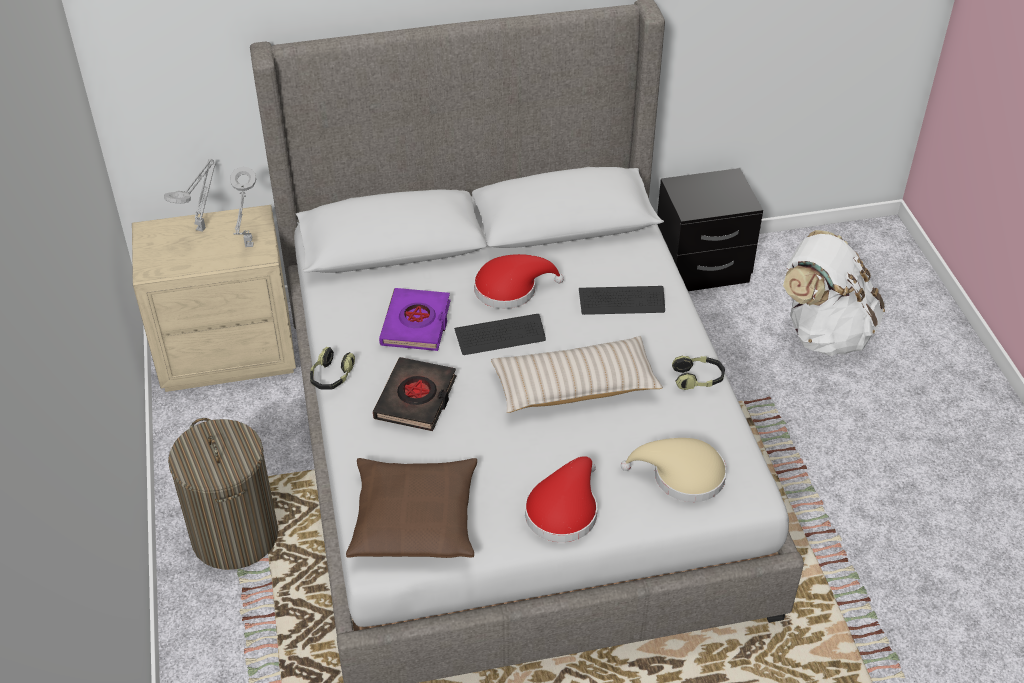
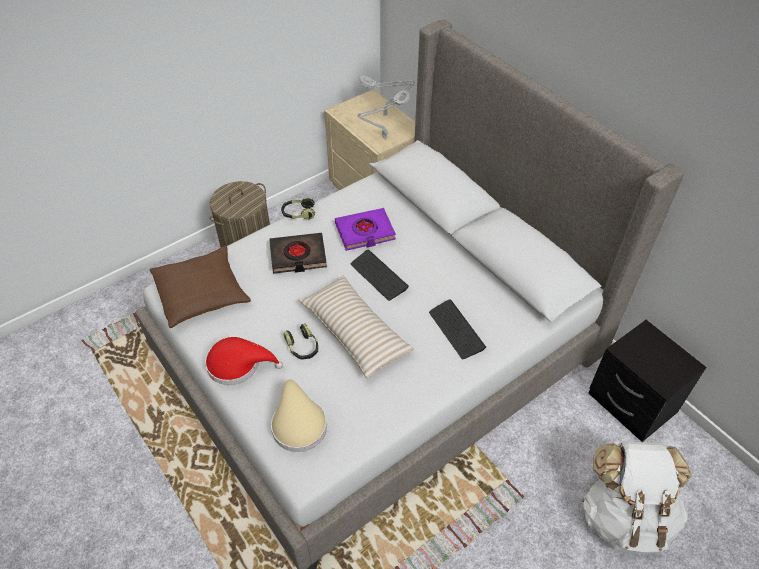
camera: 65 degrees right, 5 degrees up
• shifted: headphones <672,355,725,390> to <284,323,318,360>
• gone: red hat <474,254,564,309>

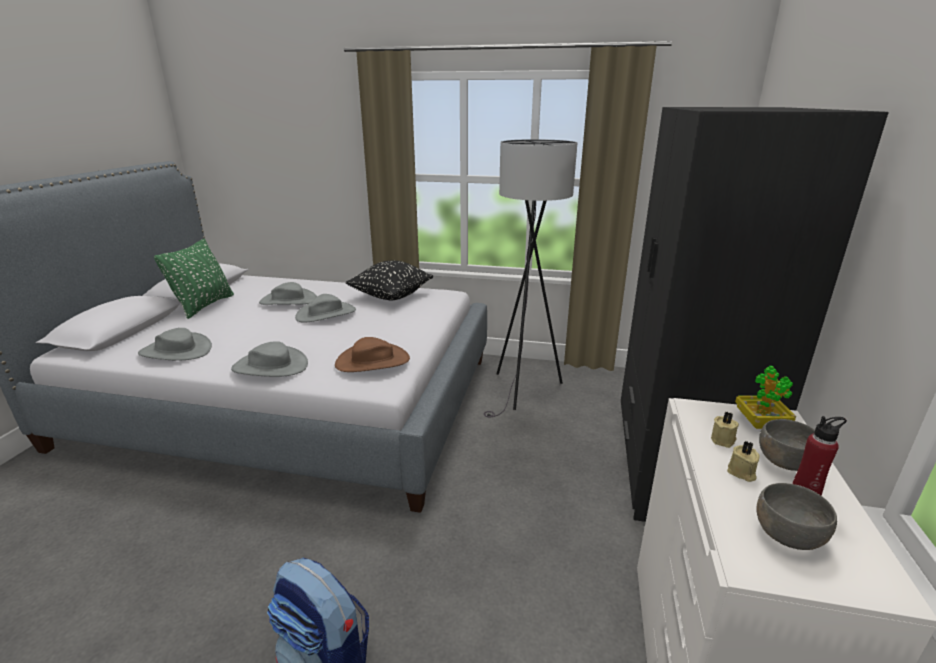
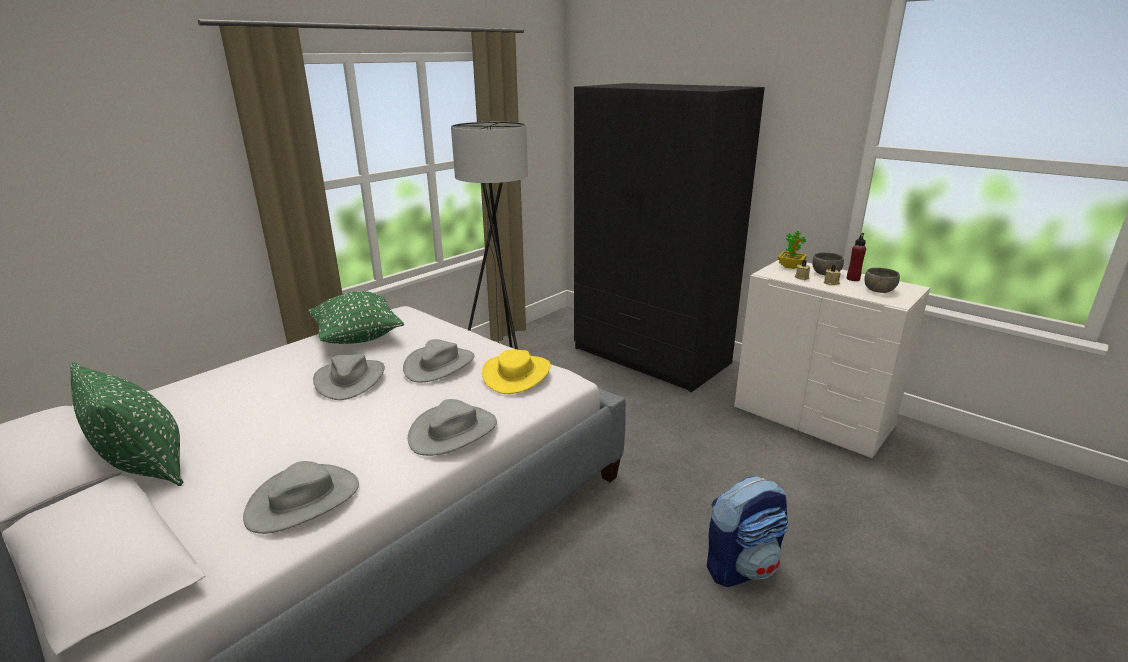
camera: 60 degrees left, 0 degrees up
• repainted: black pillow <346,261,433,300> to green pillow <308,291,404,344>
• shifted: grey hat <259,282,317,305> to <403,339,475,383>
• repainted: brown hat <335,337,410,372> to yellow hat <482,349,551,394>

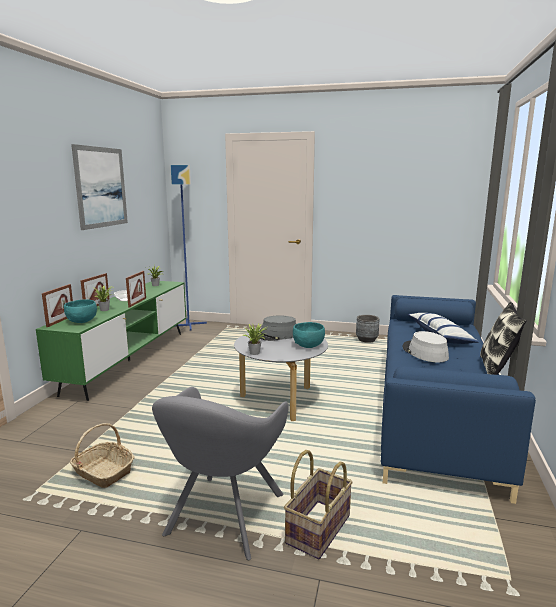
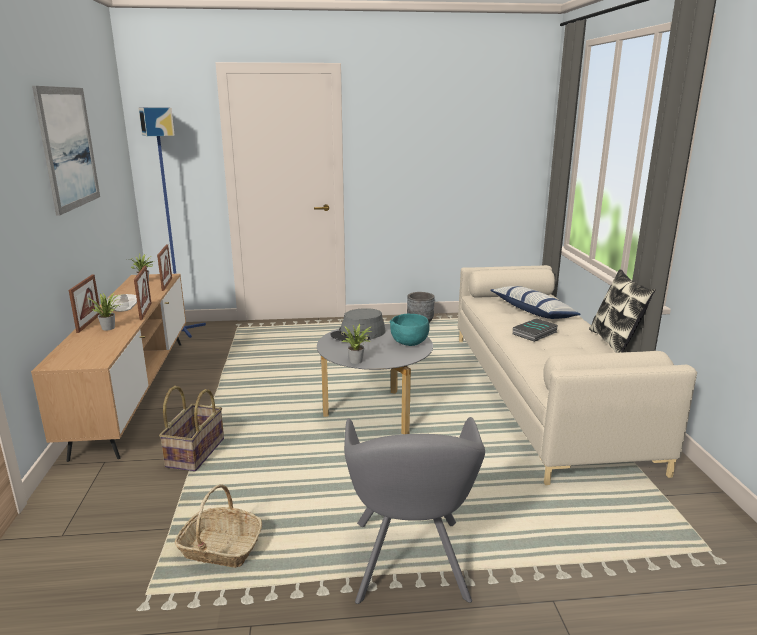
camera: 20 degrees left, 5 degrees up
• repainted: green tv stand <36,281,186,401> to brown tv stand <31,273,186,462>
• shifted: picture frame <42,284,73,327> to <157,245,172,291>
• shifted: basket <284,450,353,559> to <159,386,224,471>
• repainted: blue sofa <381,295,536,504> to beige sofa <458,265,697,485>
• swapped: grey hat <403,331,449,362> to book <513,318,558,342>
• gone: turquoise bowl <64,299,97,323>

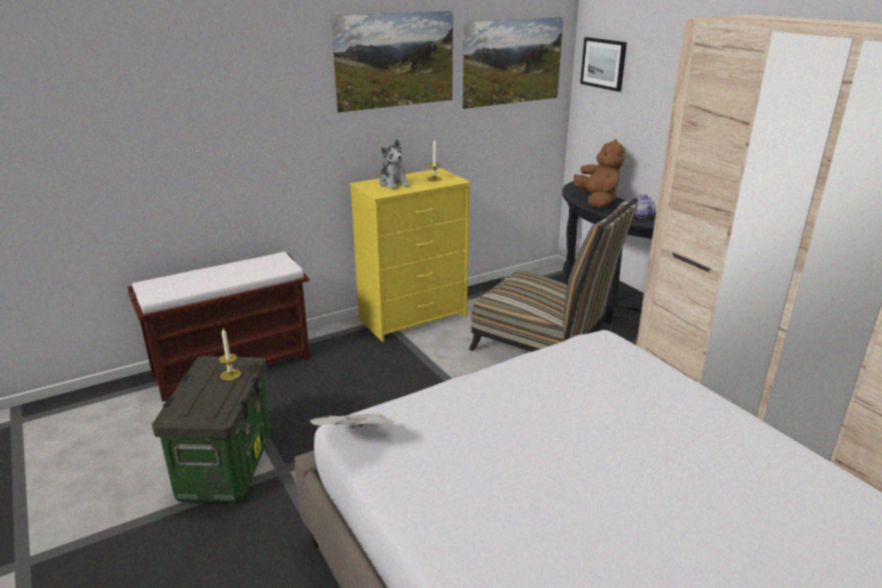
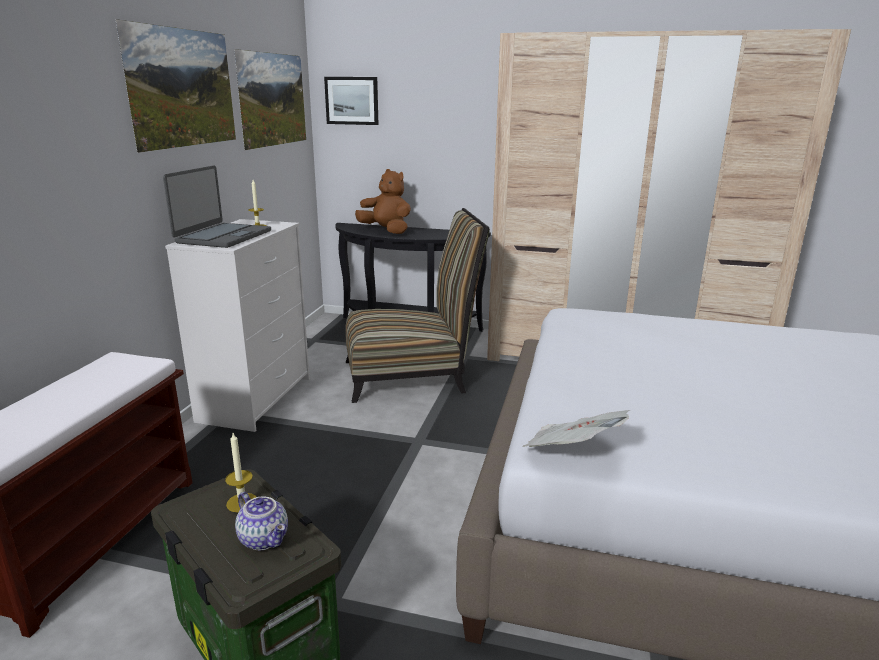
camera: 45 degrees left, 5 degrees down
• swapped: plush toy <379,139,410,189> to laptop <163,165,271,248>
• repainted: yellow dresser <349,168,471,342> to white dresser <165,219,310,432>
• shifted: teapot <635,194,656,218> to <235,492,288,550>

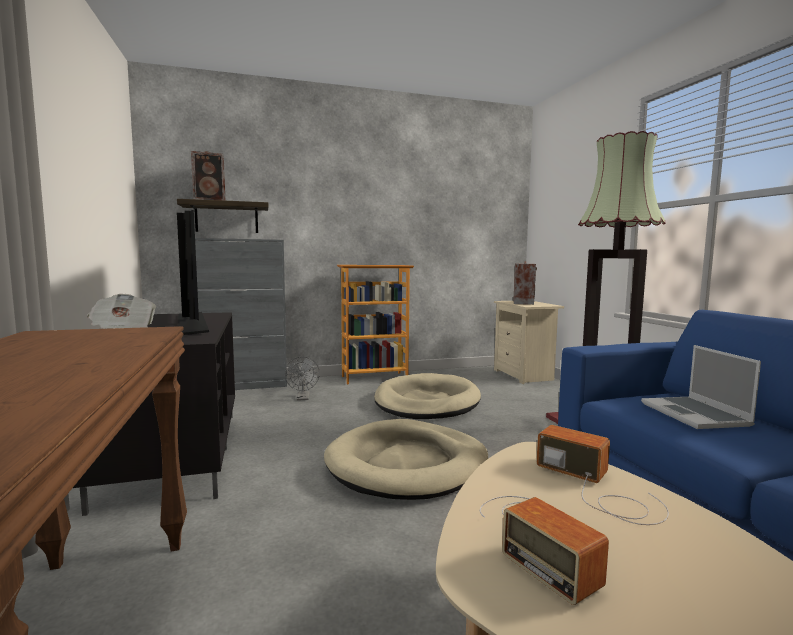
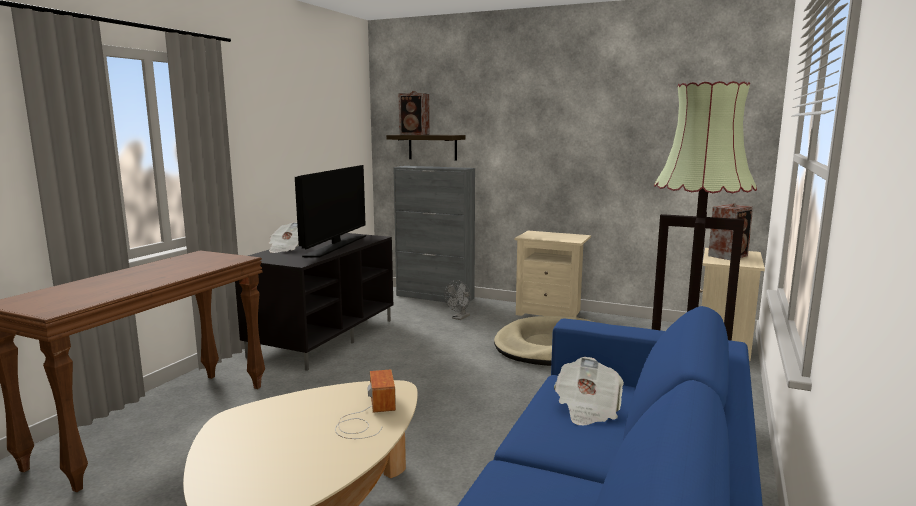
camera: 40 degrees right, 5 degrees up
• swapped: bookcase <337,265,414,384> to beige nightstand <514,231,591,317>
• swapped: laptop <641,345,761,429> to newspaper <554,357,624,425>
• gone: beige dog bed <324,419,488,500>
• gone: radio <480,496,609,605>

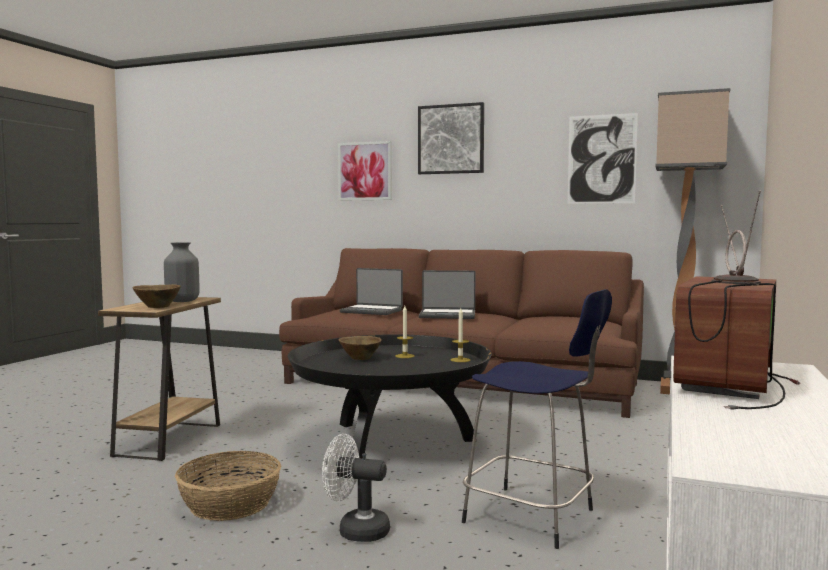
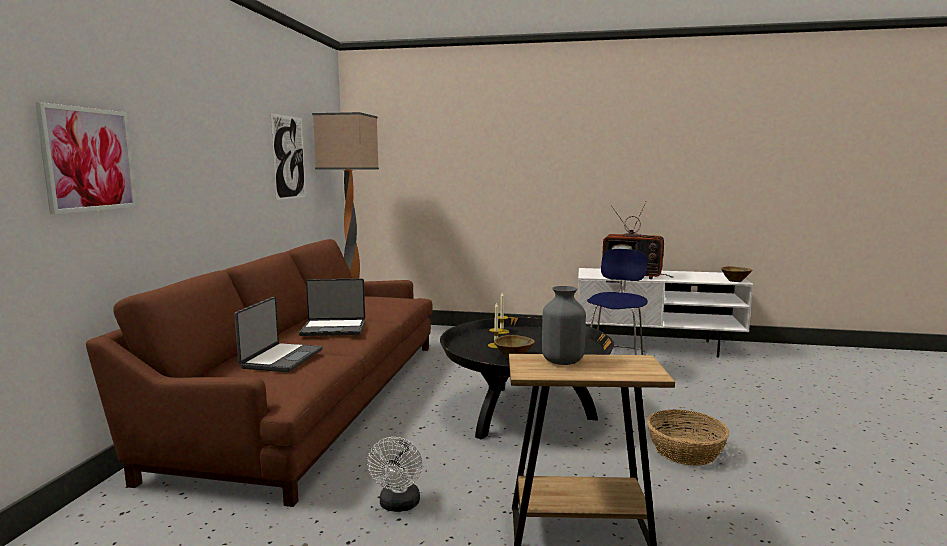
camera: 100 degrees left, 5 degrees up
• rotated: laptop <419,270,476,319> = <299,279,365,336> 90 degrees clockwise
• shifted: white fan <322,434,390,542> to <367,437,422,512>
• shifted: brown bowl <132,284,181,308> to <721,266,752,282>
• gone: picture <418,102,484,174>

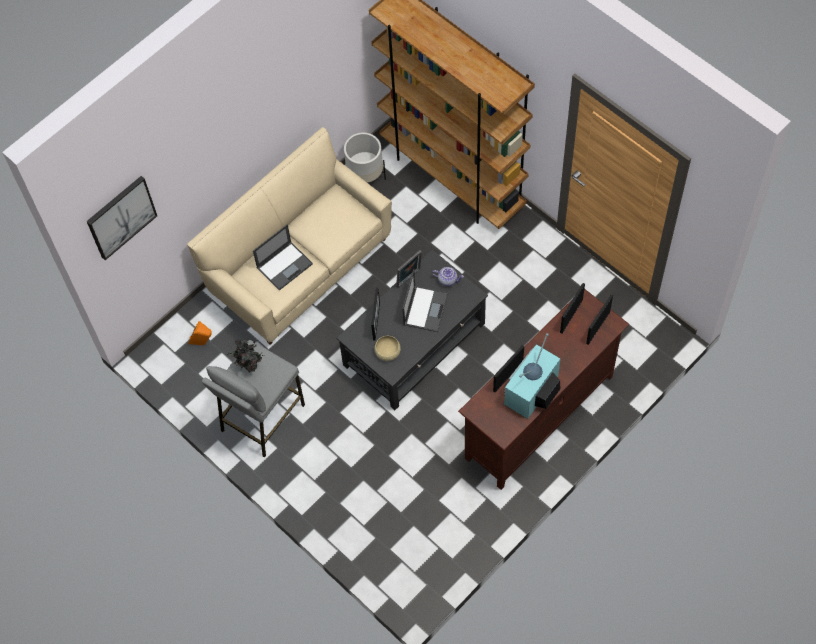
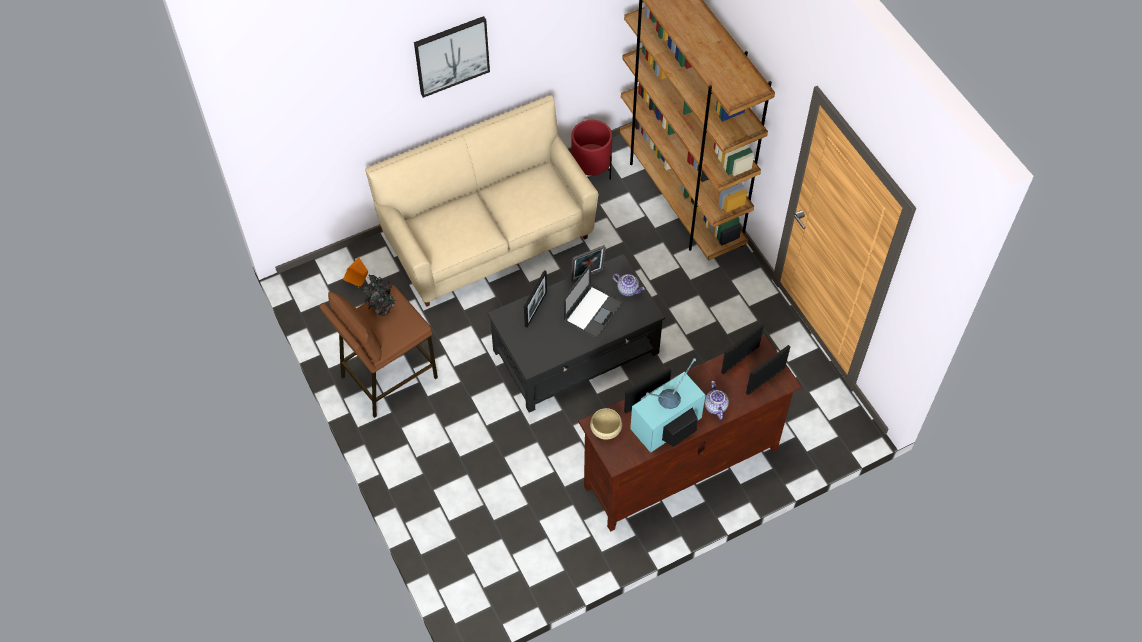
camera: 15 degrees right, 5 degrees down
• repainted: grey stool <202,340,305,458> to brown stool <319,285,438,418>
• shifted: picture <87,176,157,260> to <414,16,490,98>
• repainted: white planter <344,133,386,183> to red planter <571,120,612,180>
• shifted: beige bowl <374,336,401,361> to <590,408,622,440>
• new: teapot <704,381,729,419>
• gone: laptop <253,224,313,291>

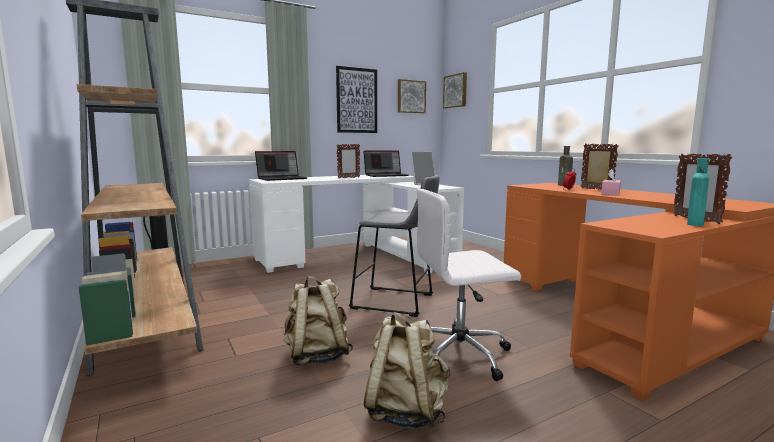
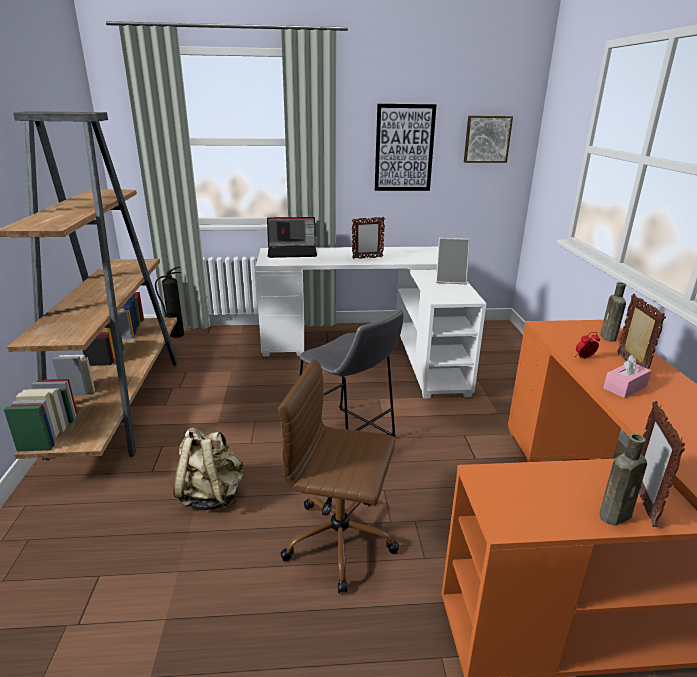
camera: 25 degrees right, 15 degrees up
• repainted: white office chair <416,189,521,381> to brown office chair <278,359,399,594>
• repainted: turquoise bottle <687,158,710,226> to brown bottle <600,434,647,526>
• gone: laptop <363,150,409,177>
• gone: beige backpack <363,312,450,429>
• gone: picture <443,72,467,109>

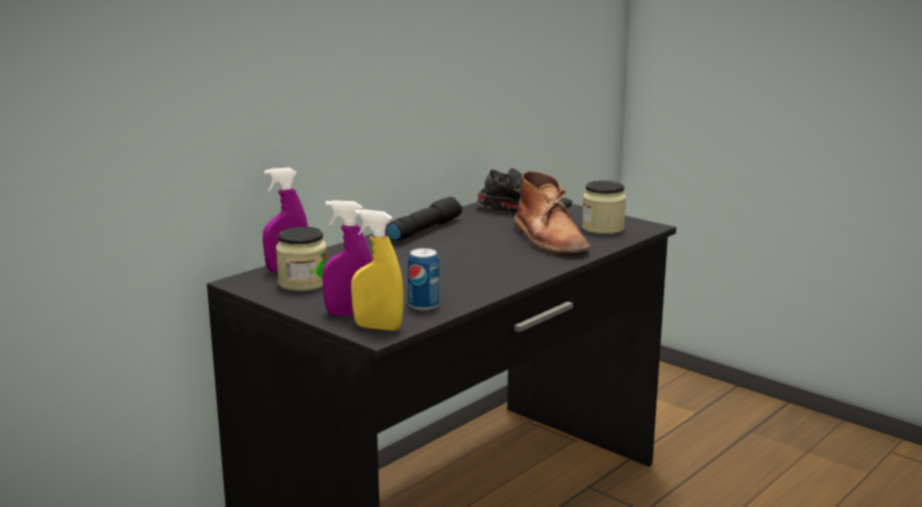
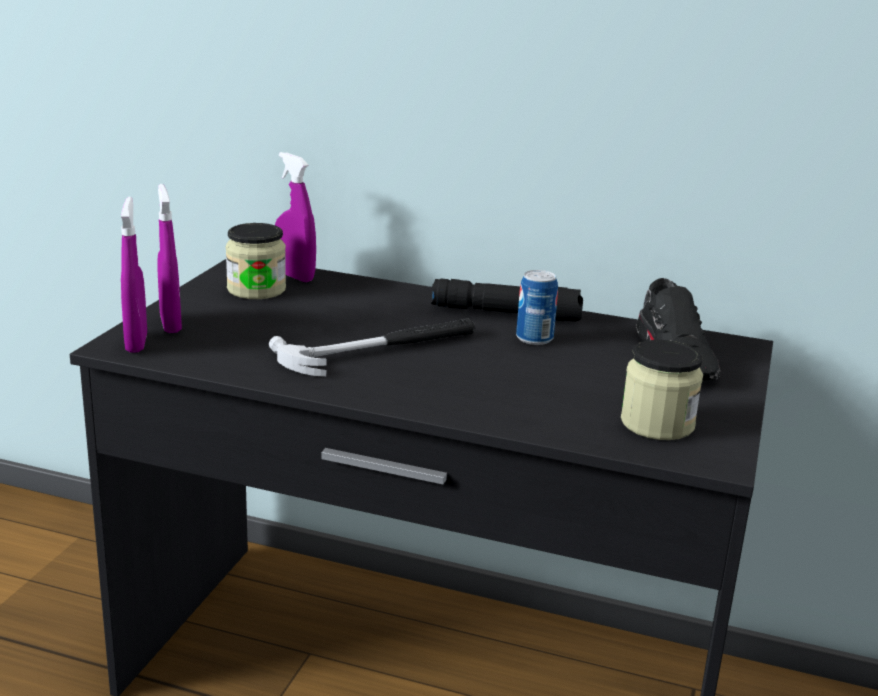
camera: 65 degrees right, 5 degrees up
• repainted: yellow spray bottle <351,209,404,331> to purple spray bottle <121,197,147,353>
• new: hammer <269,318,475,377>
• shifted: can <408,248,440,310> to <516,270,558,345>
• gone: brown boot <514,171,590,256>

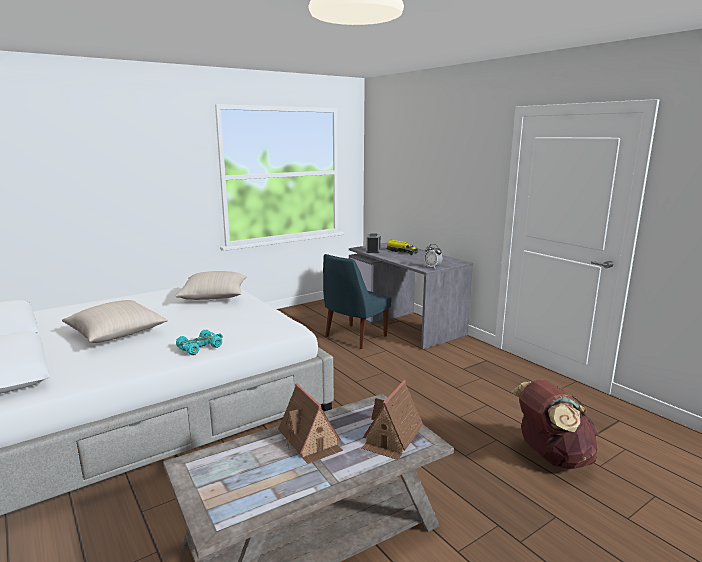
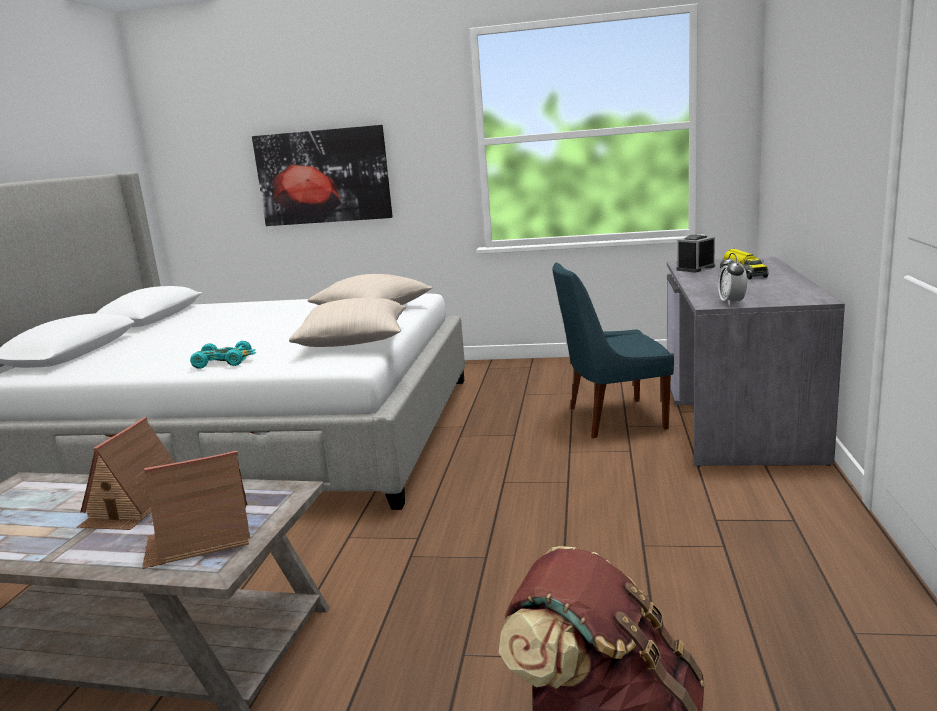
camera: 45 degrees right, 0 degrees up
• new: picture <252,125,393,226>
• shifted: beige pillow <62,300,168,343> to <289,298,406,347>

